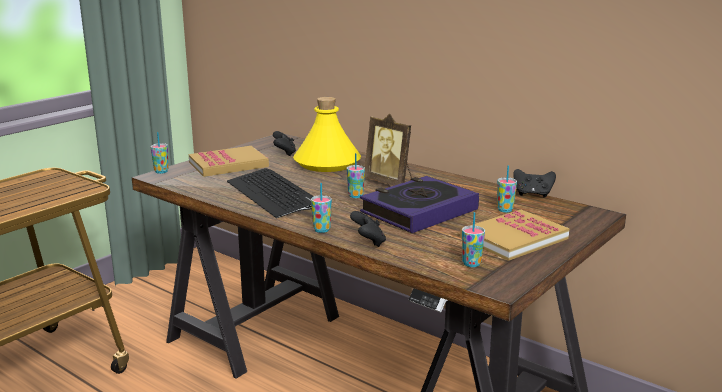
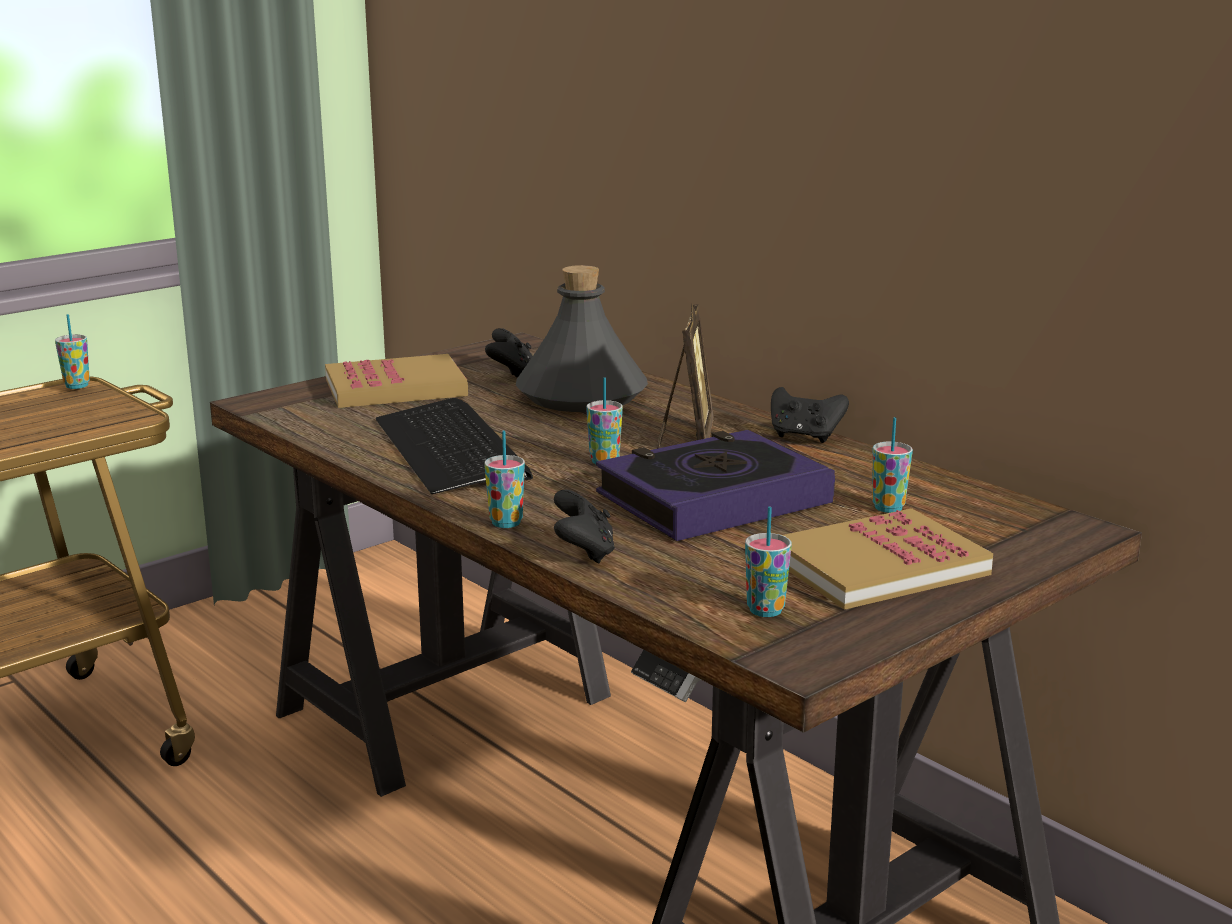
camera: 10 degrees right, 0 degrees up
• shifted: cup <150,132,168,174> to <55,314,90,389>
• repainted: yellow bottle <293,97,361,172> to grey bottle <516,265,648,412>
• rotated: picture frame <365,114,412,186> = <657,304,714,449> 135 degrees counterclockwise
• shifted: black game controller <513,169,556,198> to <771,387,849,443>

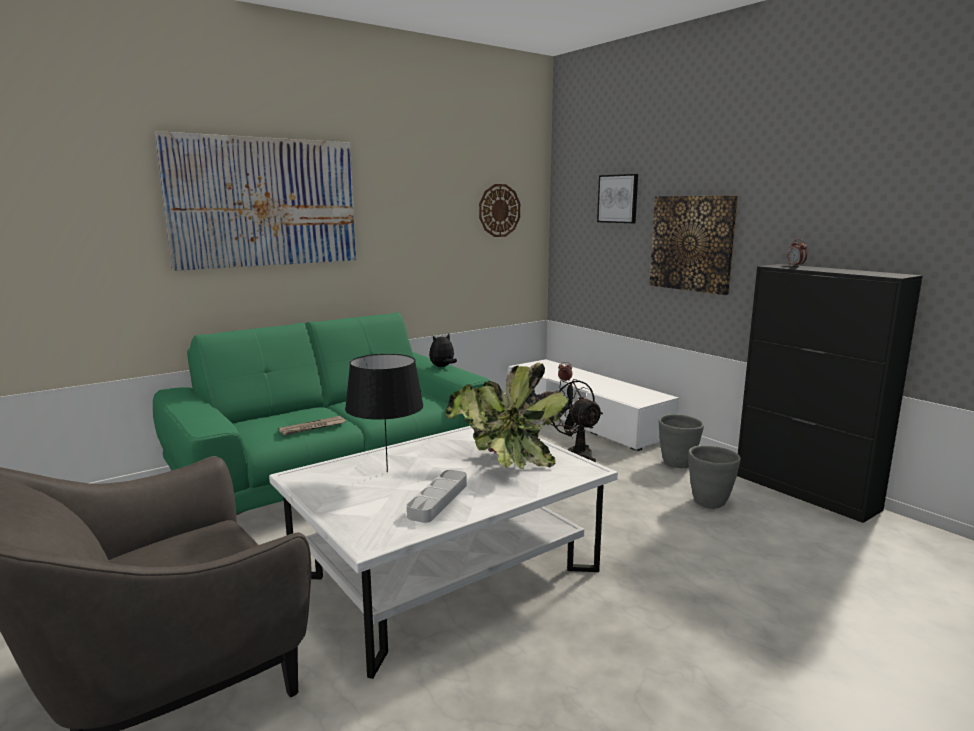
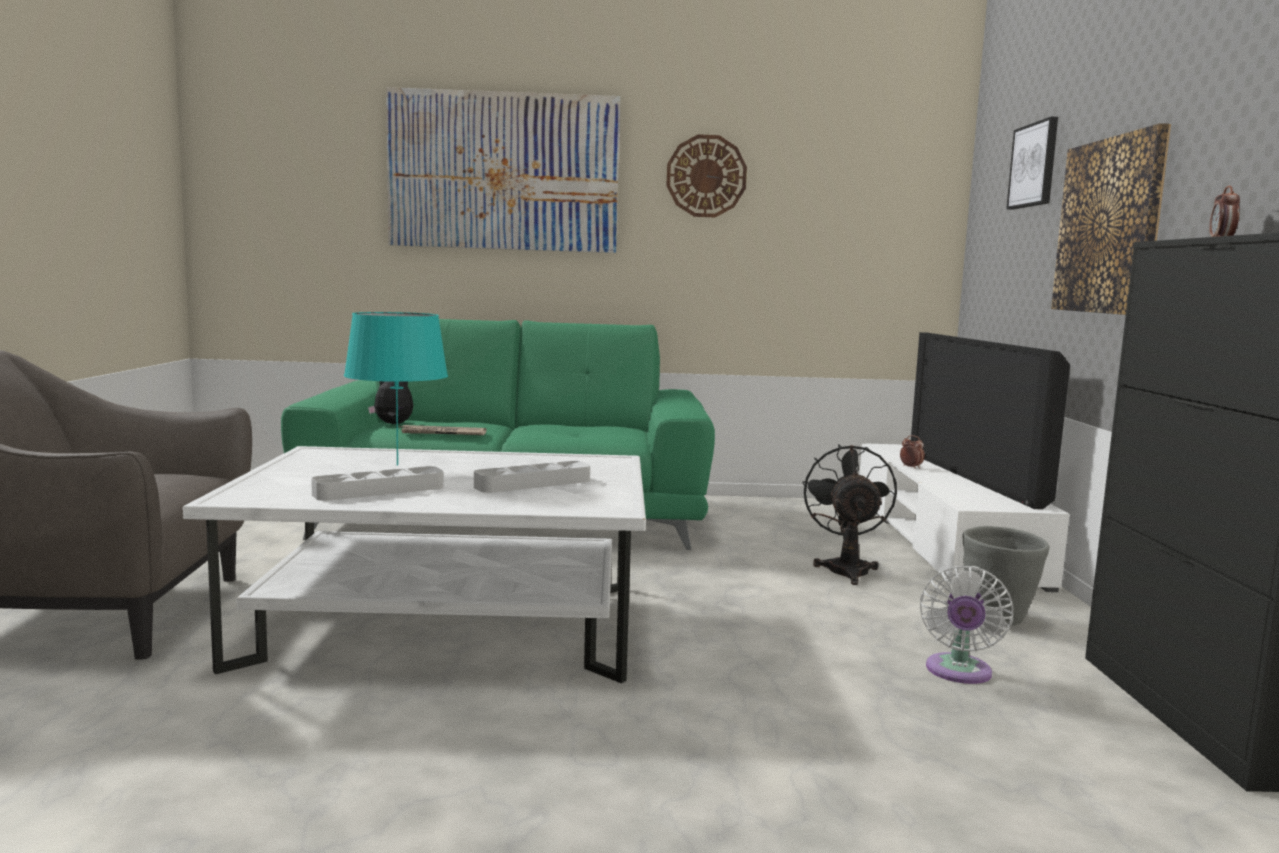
camera: 35 degrees right, 5 degrees down
• repainted: black table lamp <345,354,424,472> to turquoise table lamp <344,312,448,466>
• shifted: plush toy <429,334,457,367> to <368,381,413,424>
• swapped: potted plant <445,363,569,470> to grey tray <474,461,590,493>
• shifted: wall clock <479,184,520,237> to <666,134,747,217>
• new: television <911,332,1070,509>
• swapped: grey planter <688,446,741,509> to white fan <920,566,1014,684>

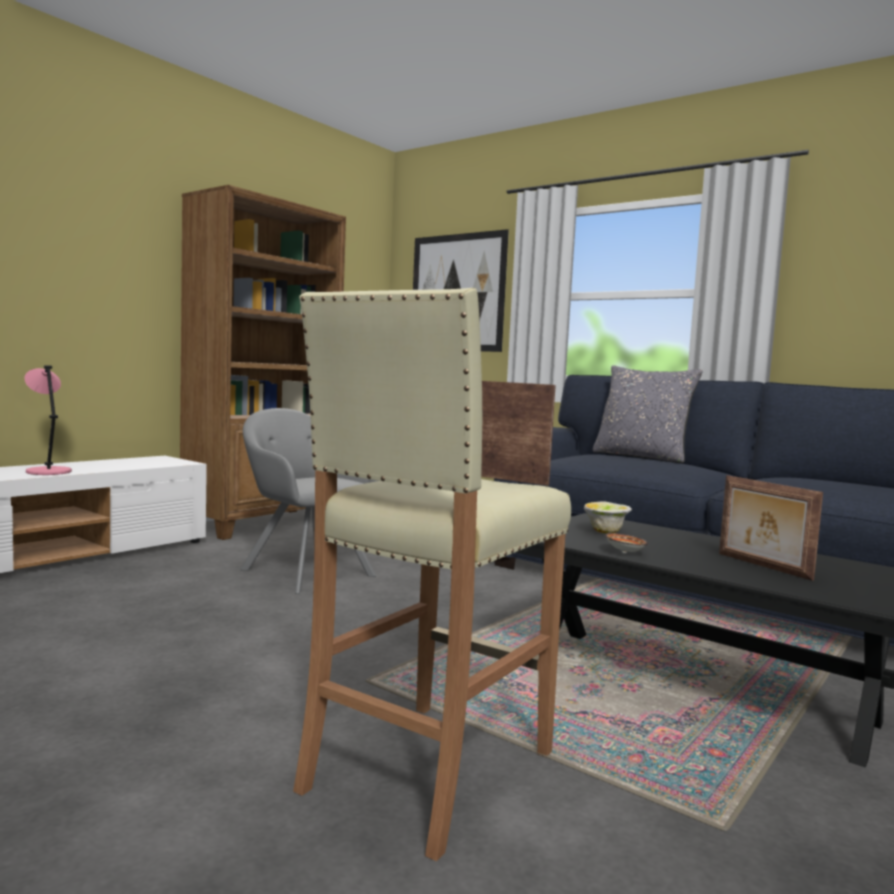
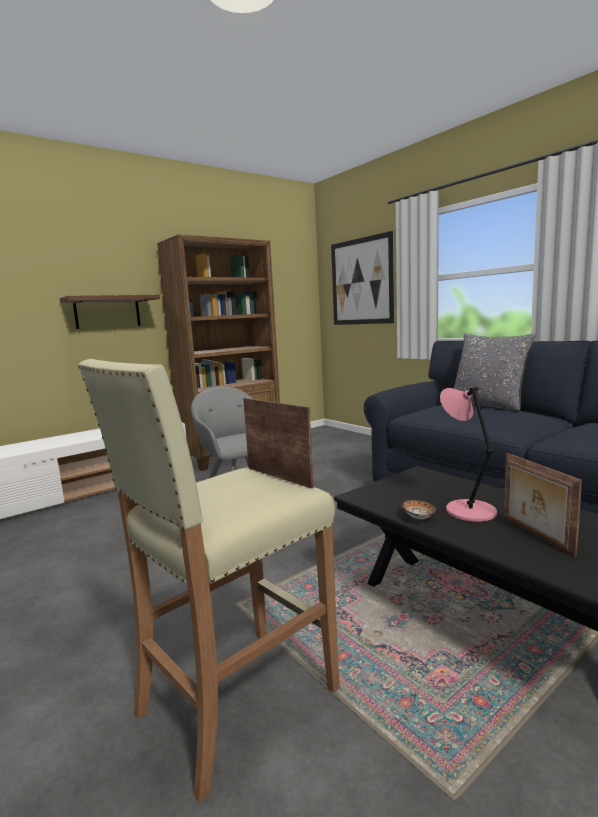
camera: 15 degrees right, 5 degrees up
• new: brown shelf <60,295,160,329>
• shifted: pink table lamp <25,365,72,475> to <440,387,497,522>
• gone: bowl <584,501,632,533>

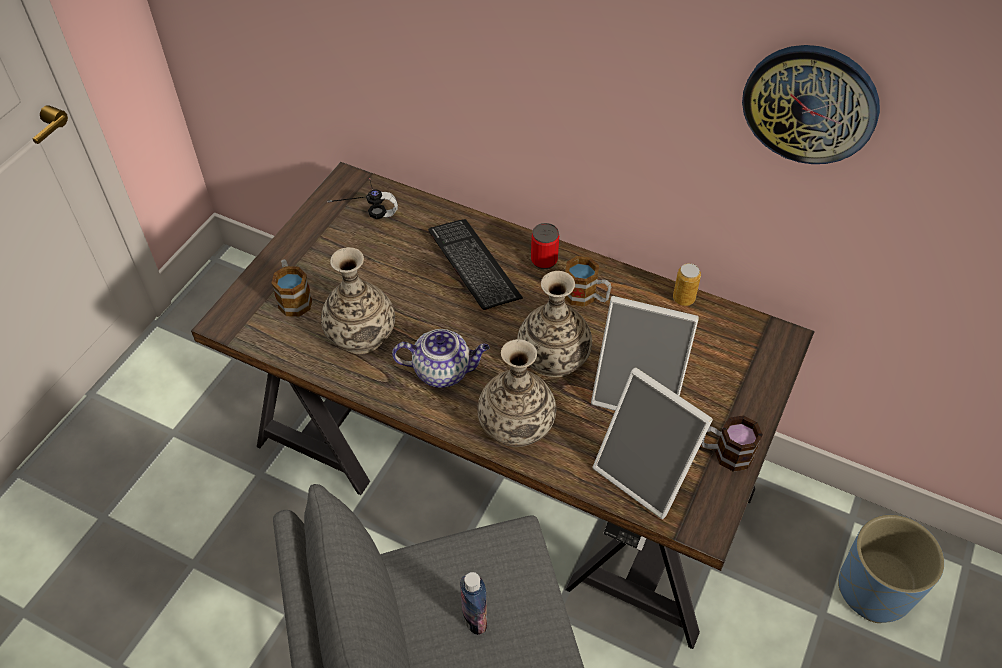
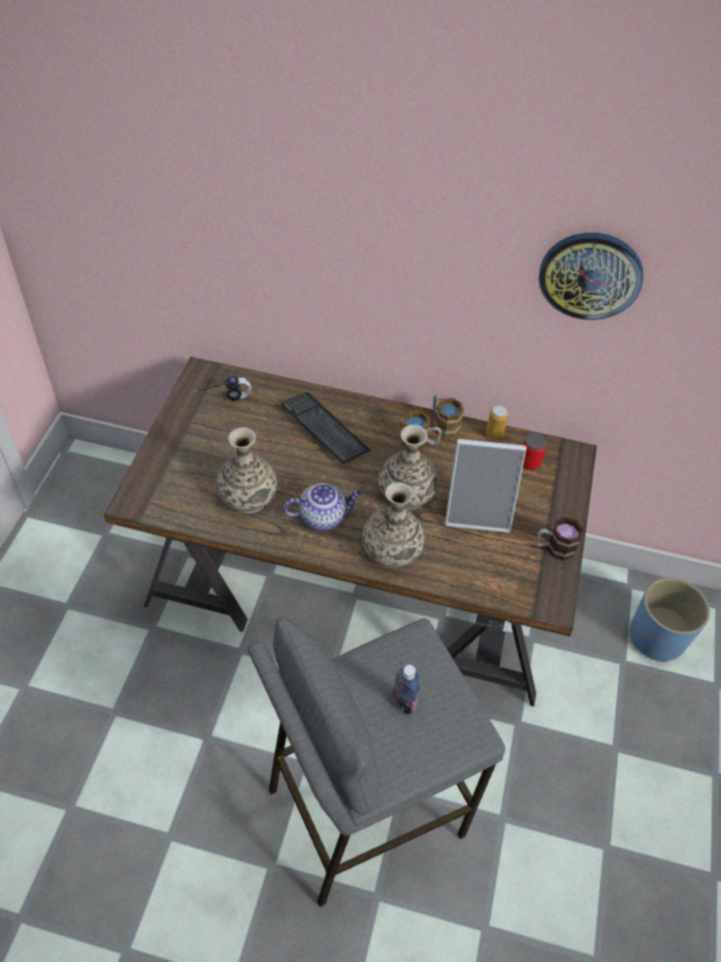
camera: 15 degrees left, 0 degrees up
• shifted: mug <272,259,312,317> to <433,394,464,438>
• shifted: can <531,223,559,269> to <523,432,547,470>
• gone: picture frame <592,368,713,519>

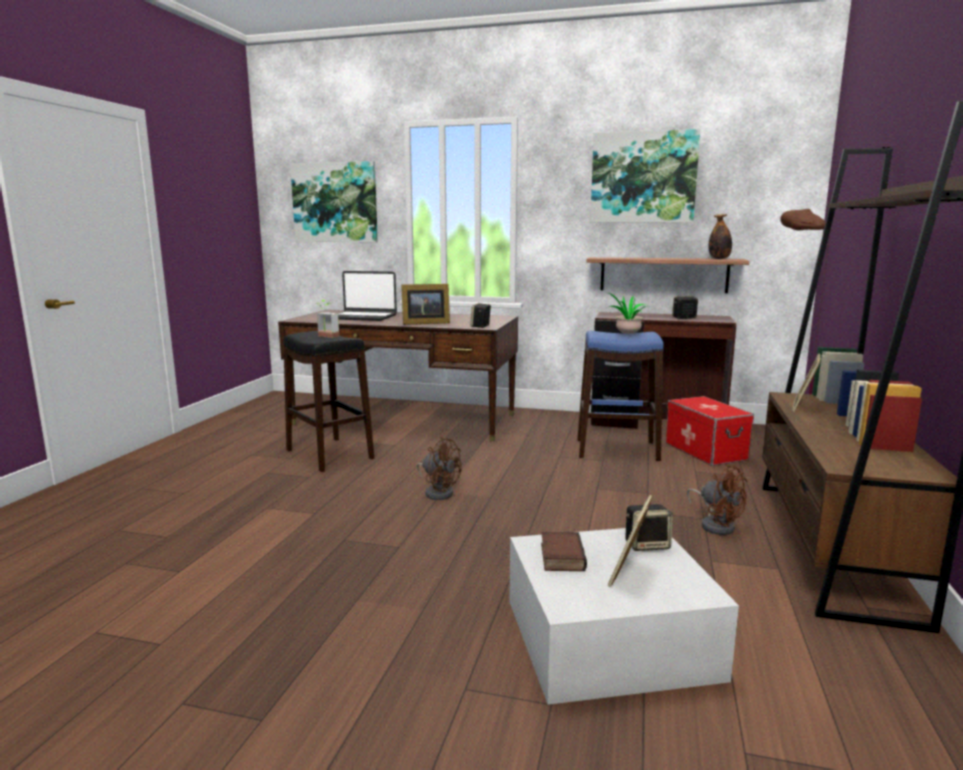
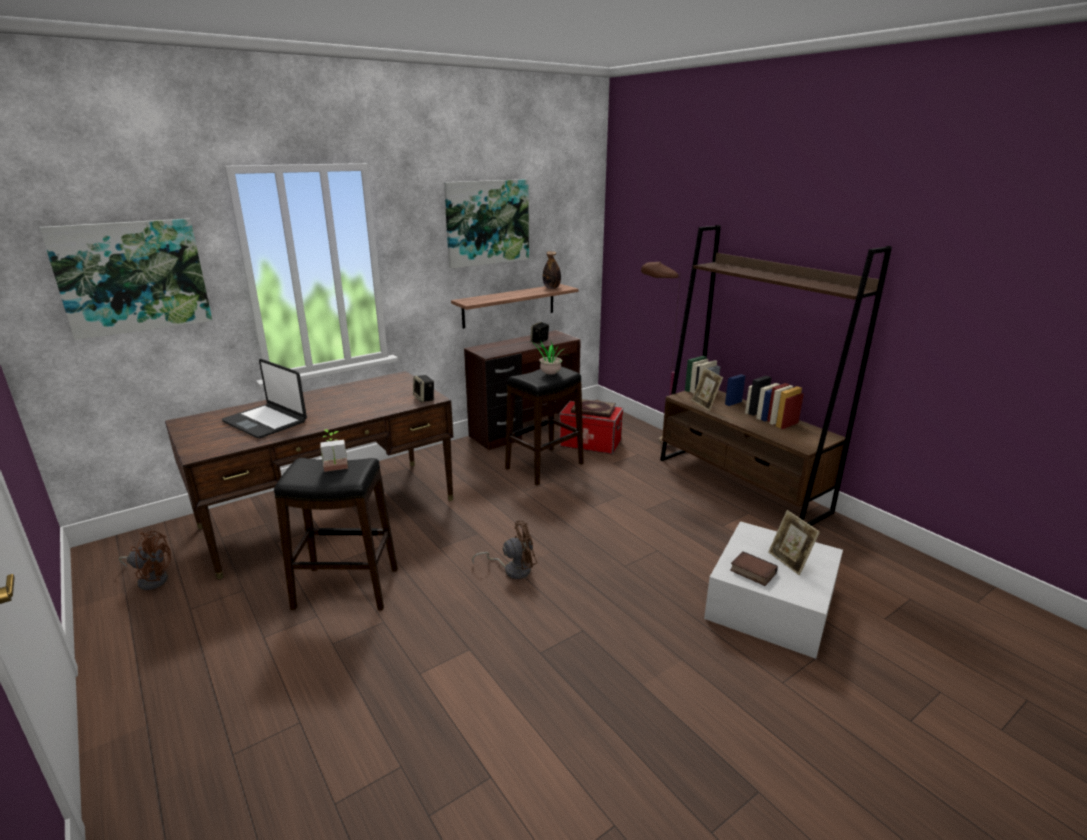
camera: 50 degrees left, 10 degrees up
• shifted: brown fan <687,463,748,535> to <118,531,171,590>
• rotated: laptop <337,271,397,321> = <222,359,307,438> 75 degrees clockwise
• repainted: blue stool <577,331,664,461> to black stool <505,367,584,485>
• new: book <571,399,616,418>
• gone: picture frame <401,284,450,325>
• gone: speaker <626,504,673,551>

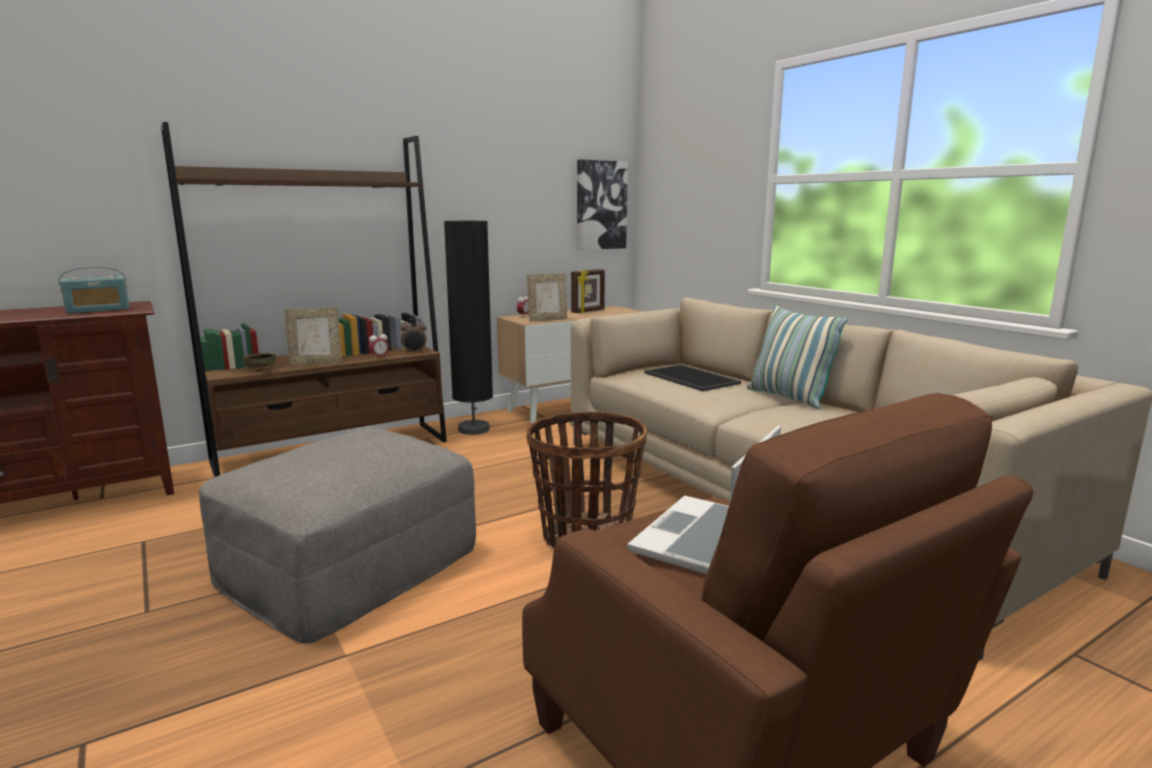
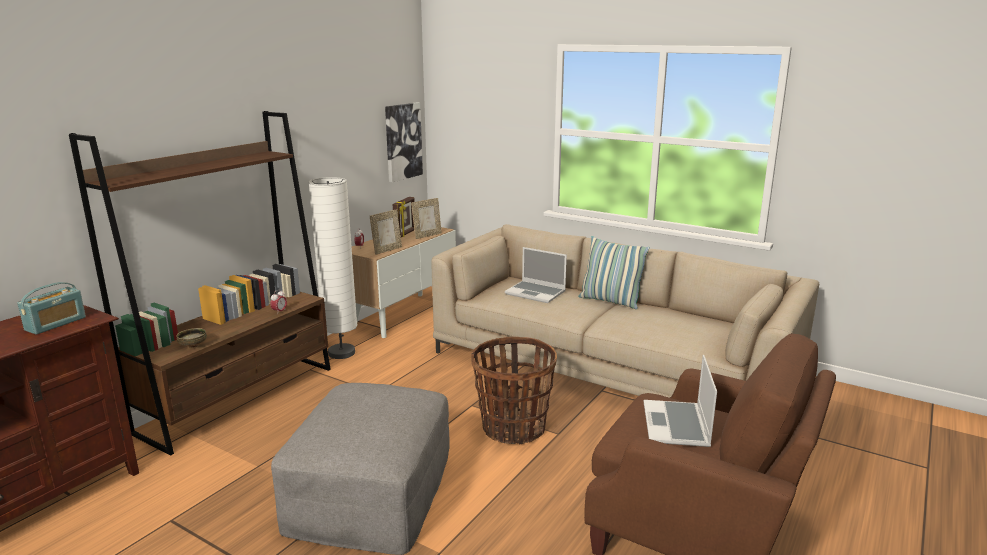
camera: 25 degrees left, 5 degrees up
• repainted: black floor lamp <444,221,493,435> to white floor lamp <308,177,357,359>
• shifted: picture frame <284,308,342,366> to <411,198,442,239>
• swapped: tray <645,364,741,391> to laptop <505,247,567,303>
• gone: alarm clock <401,319,426,354>

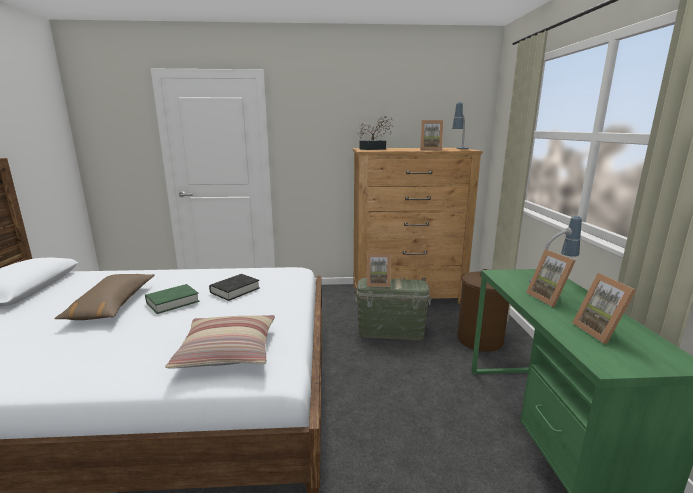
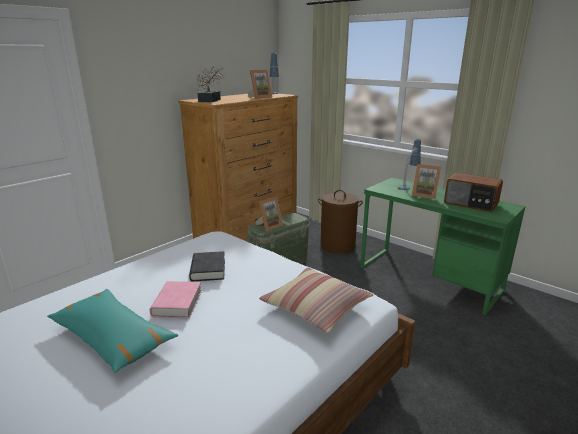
camera: 45 degrees left, 5 degrees up
• repainted: brown pillow <54,274,155,320> to turquoise pillow <47,289,178,373>
• repainted: green book <145,284,200,314> to pink book <150,281,202,318>
• swapped: picture frame <572,273,636,344> to radio <444,173,503,212>

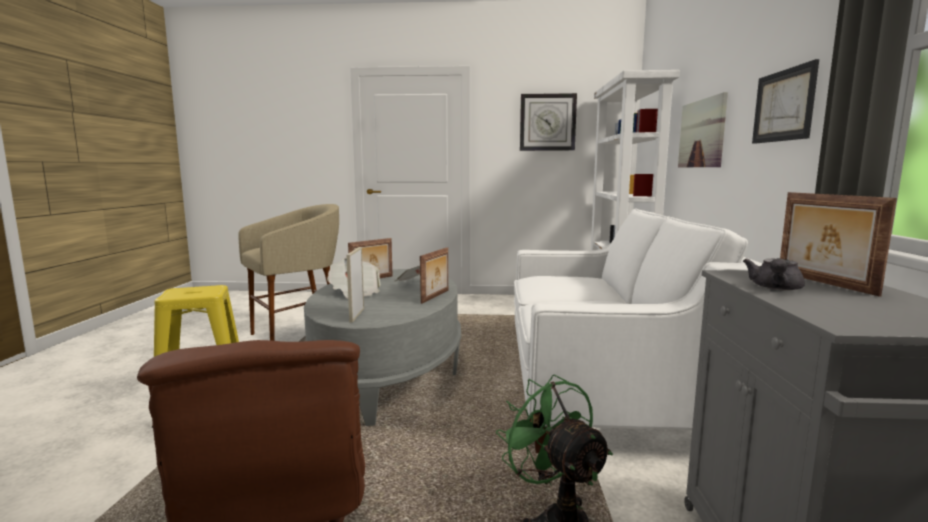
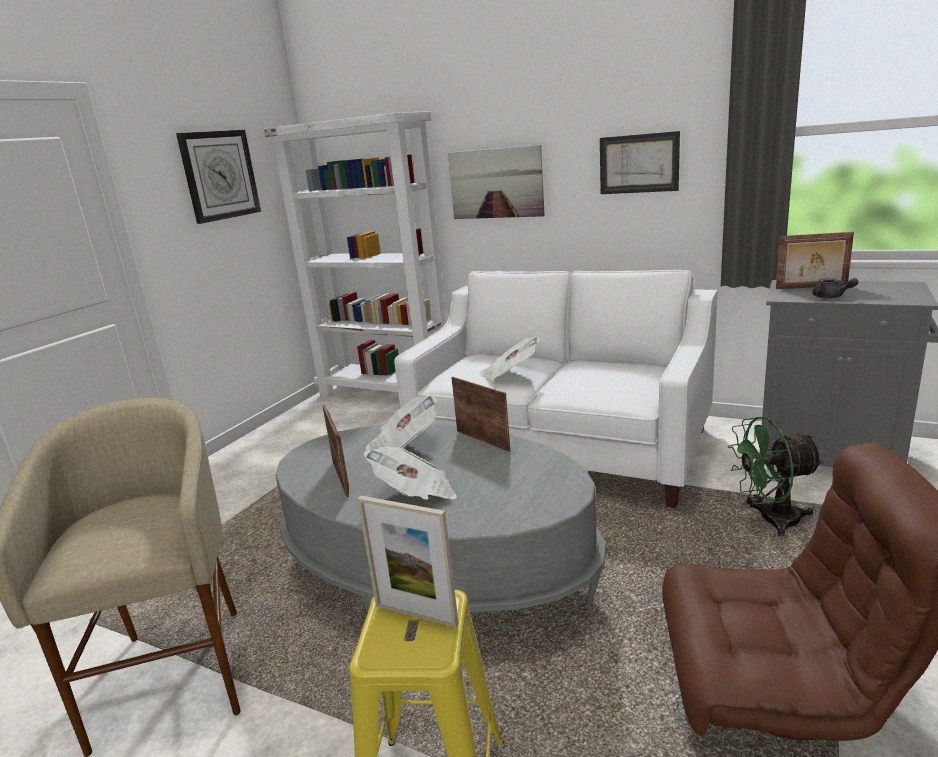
camera: 65 degrees left, 10 degrees up
• shifted: picture frame <346,247,364,323> to <357,496,459,628>
• new: newspaper <480,337,540,381>

